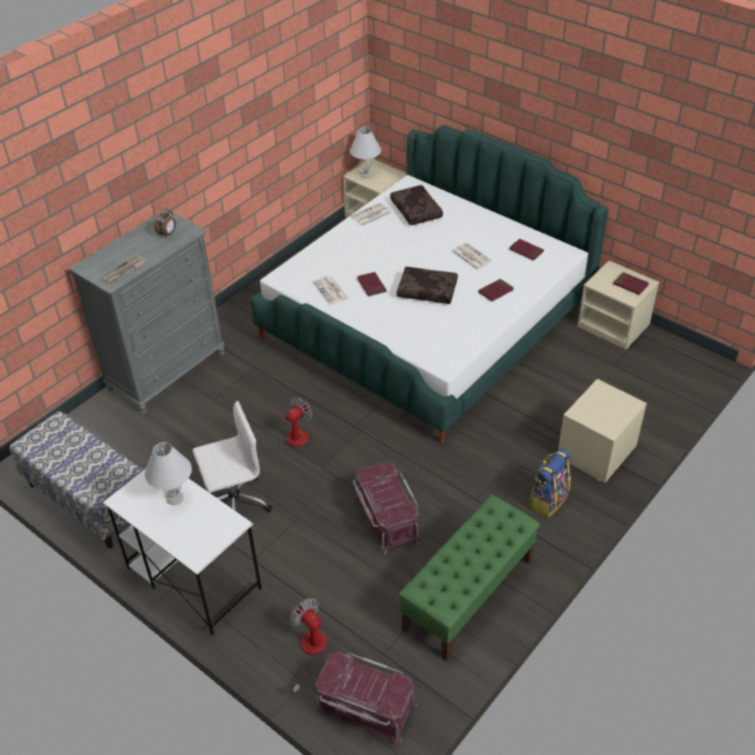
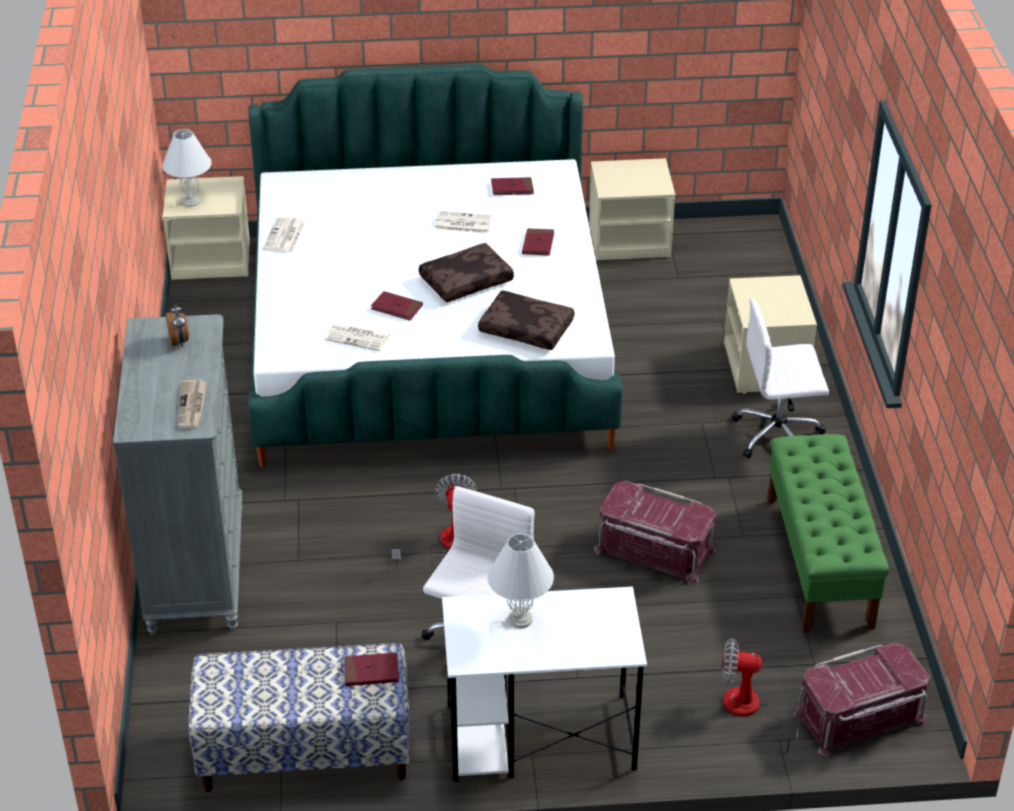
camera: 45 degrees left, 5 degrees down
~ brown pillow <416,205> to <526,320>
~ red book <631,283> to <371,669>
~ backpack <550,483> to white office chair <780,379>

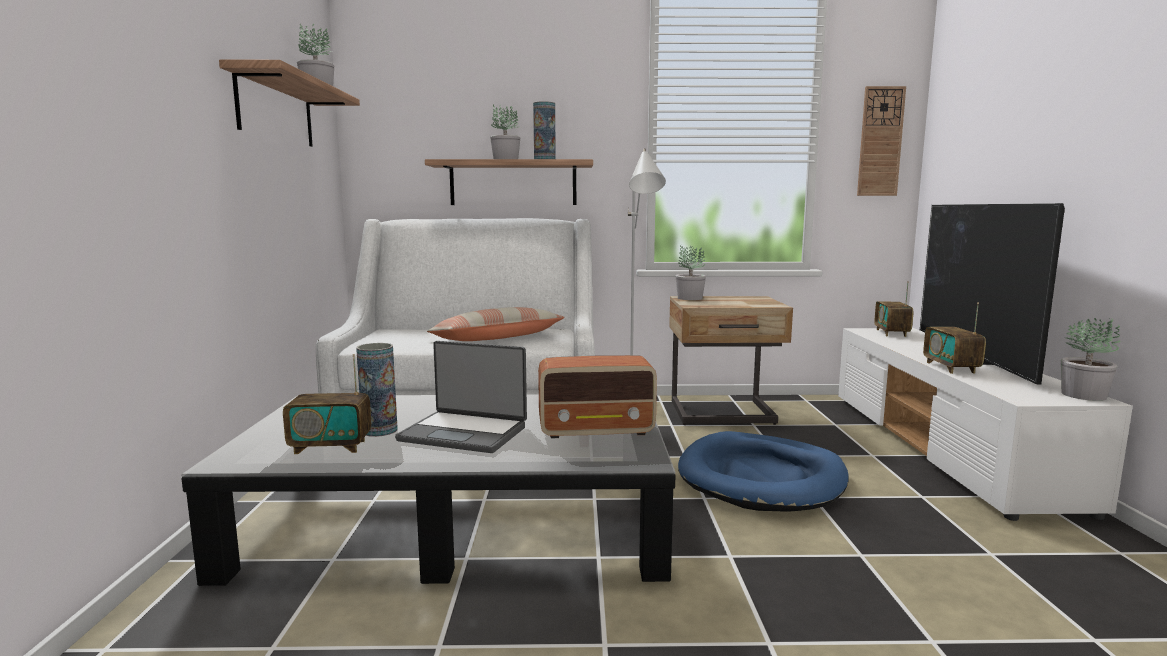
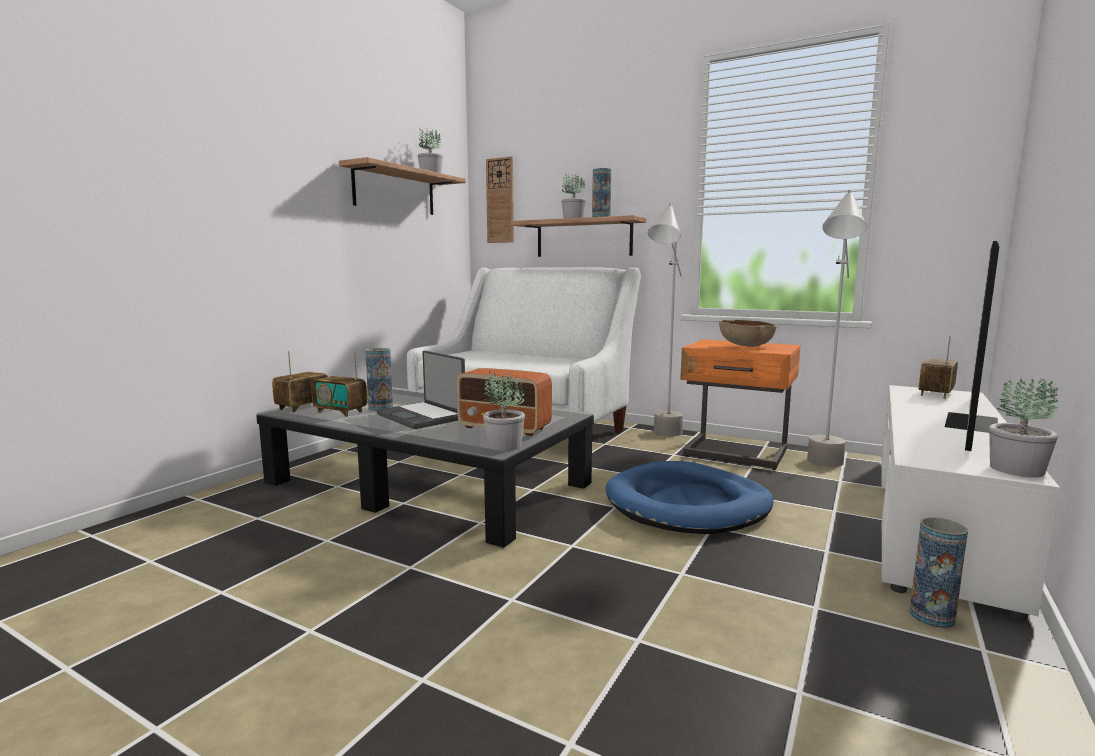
camera: 30 degrees right, 0 degrees up
- pillow <496,324>
+ brown bowl <748,333>
+ grey floor lamp <837,328>
+ vase <939,572>
~ potted plant <691,272> to <504,411>
~ wall clock <881,141> to <500,199>
~ radio <954,338> to <300,381>
~ beige nightstand <731,360> to orange nightstand <740,404>

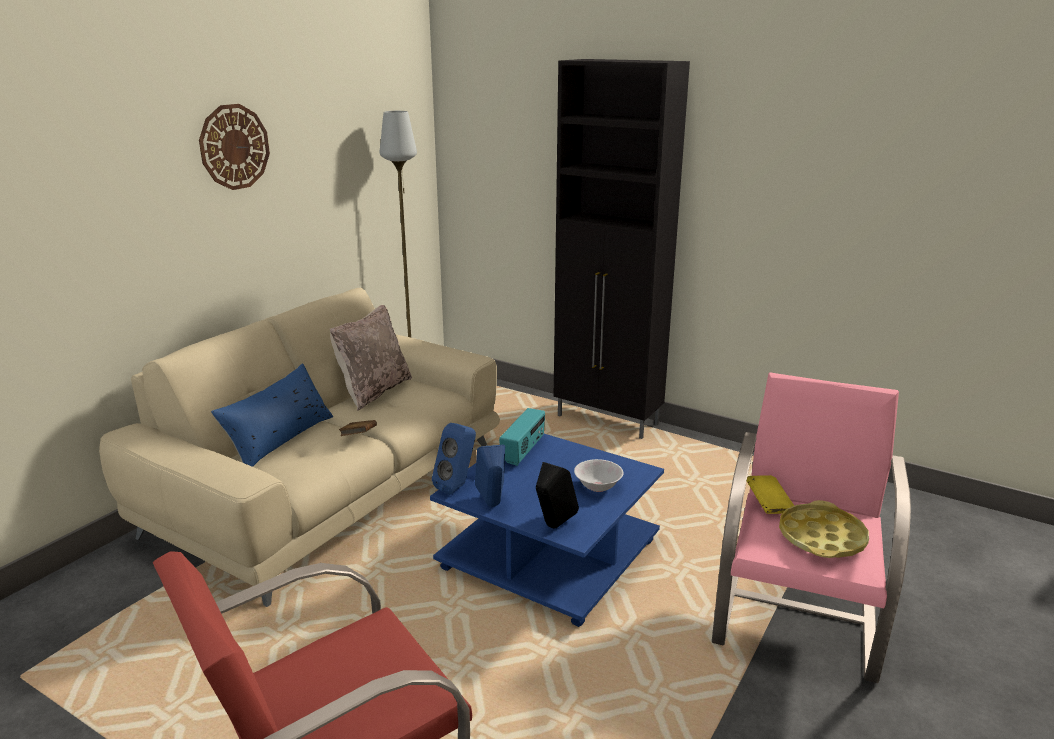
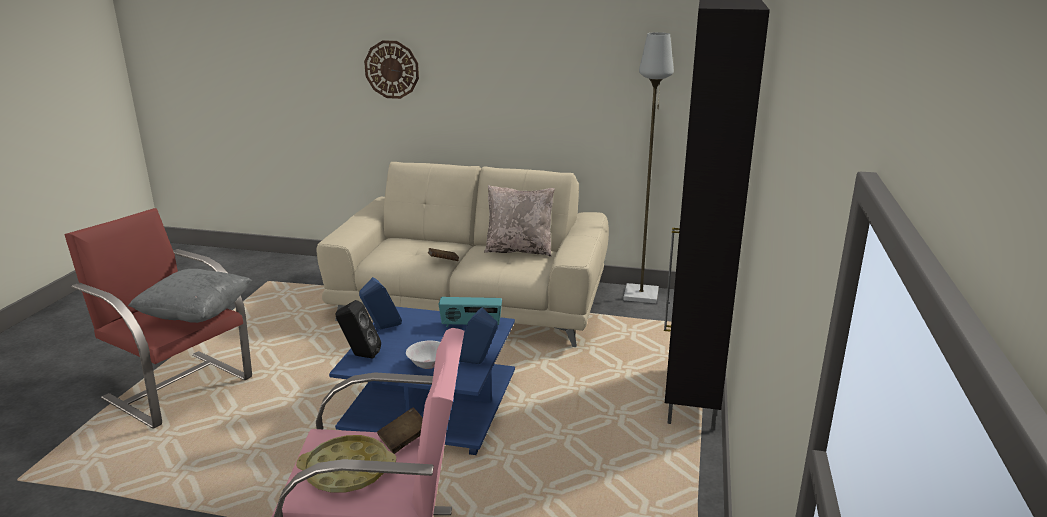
camera: 70 degrees right, 0 degrees up
- blue pillow <272,415>
+ grey pillow <190,296>
~ wall clock <234,147> to <391,69>
~ blue speaker <454,459> to <478,336>
~ yellow book <770,494> to brown book <400,431>

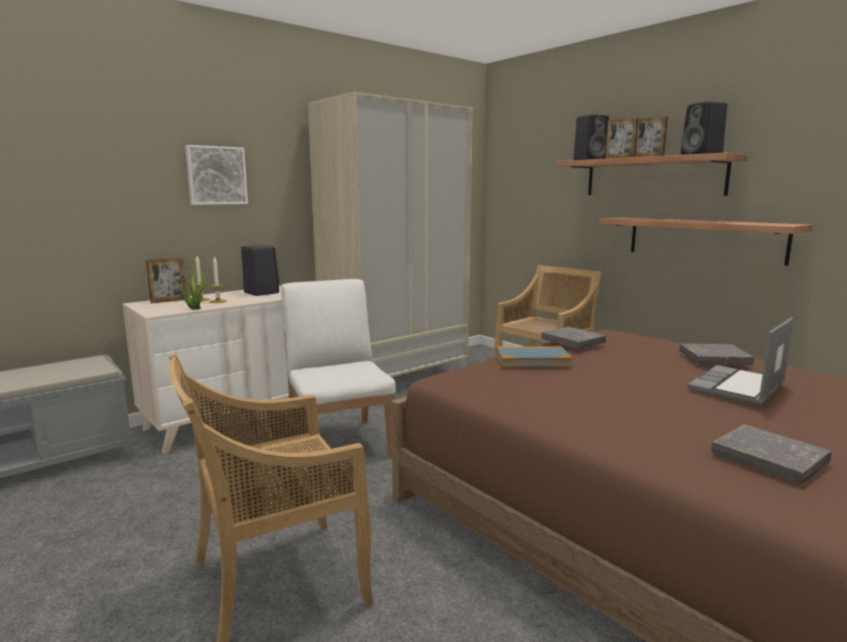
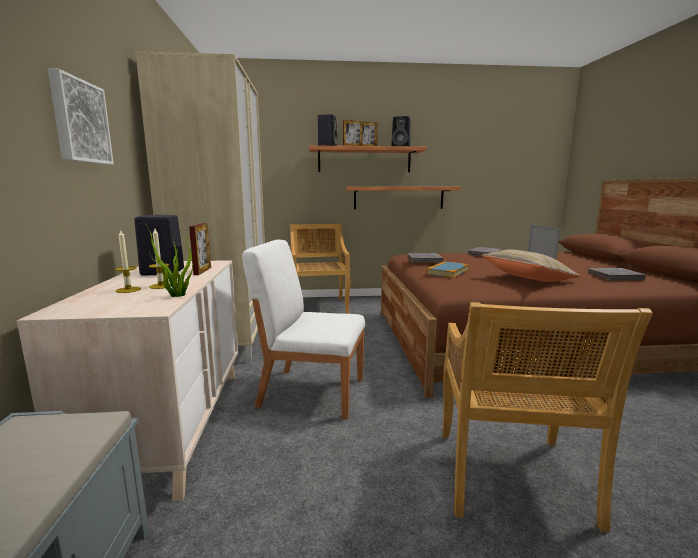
camera: 55 degrees left, 0 degrees up
+ beige pillow <531,266>
~ picture frame <166,280> to <200,249>

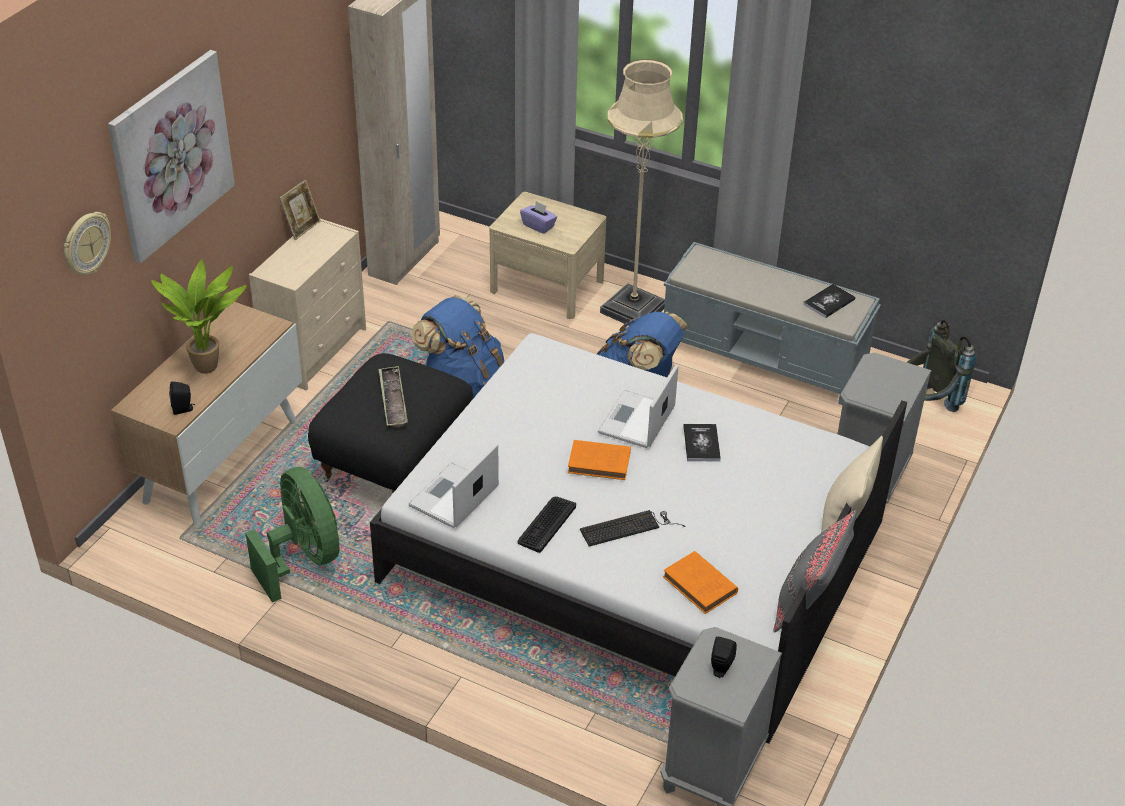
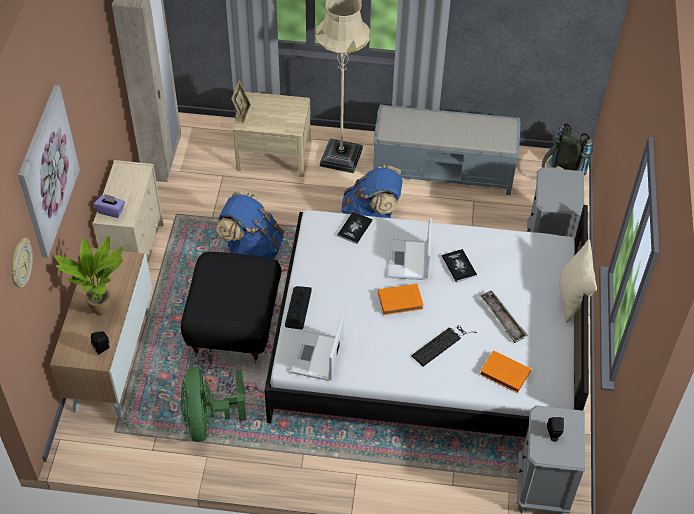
camera: 20 degrees left, 10 degrees up
- grey pillow <814,571>
~ picture frame <299,210> to <241,101>
~ tray <393,397> to <503,316>
~ keyboard <547,525> to <298,308>
~ purple tissue box <538,217> to <109,206>
~ book <829,301> to <355,228>
~ green fan <292,534> = <213,404> 135 degrees counterclockwise

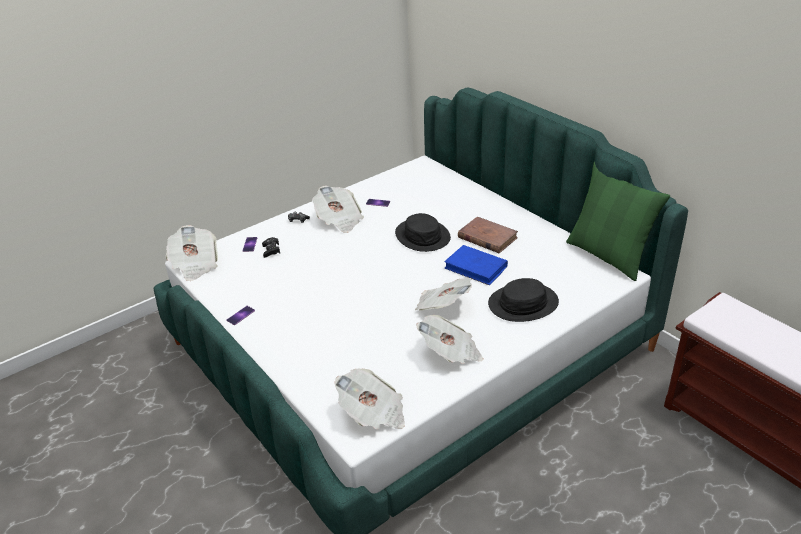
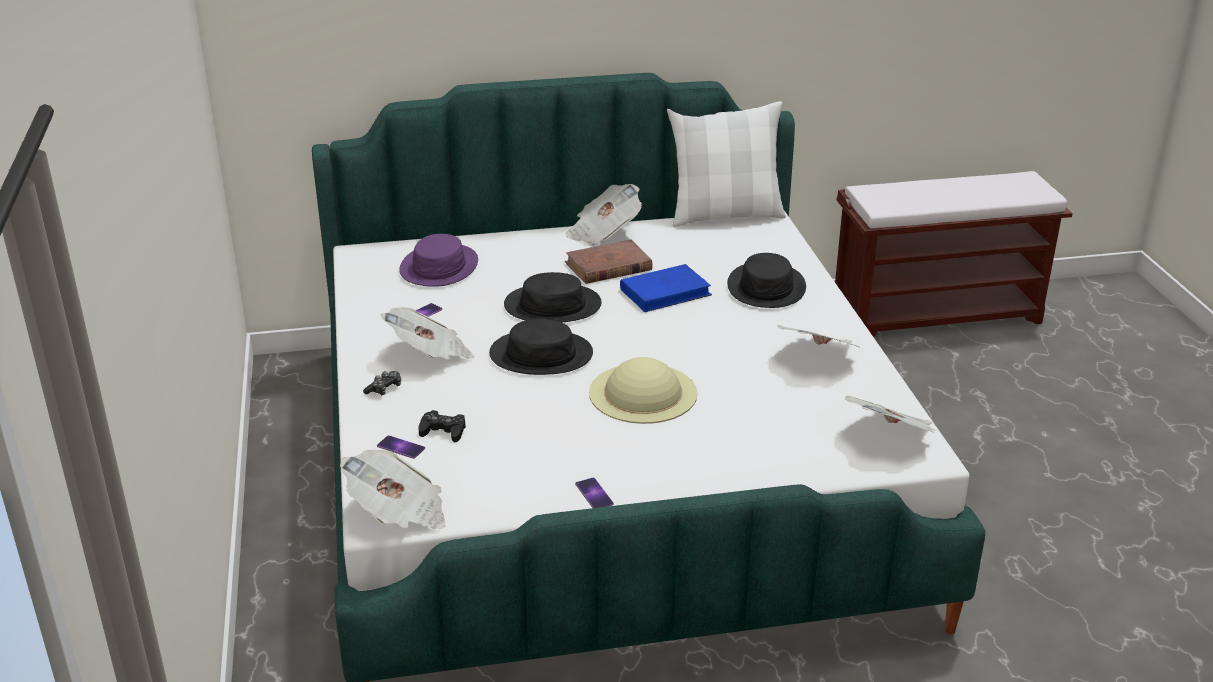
camera: 65 degrees left, 5 degrees down
+ purple hat <438,260>
+ black hat <541,347>
+ beige hat <643,390>
~ newspaper <443,294> to <604,214>
~ green pillow <618,221> to white pillow <726,164>

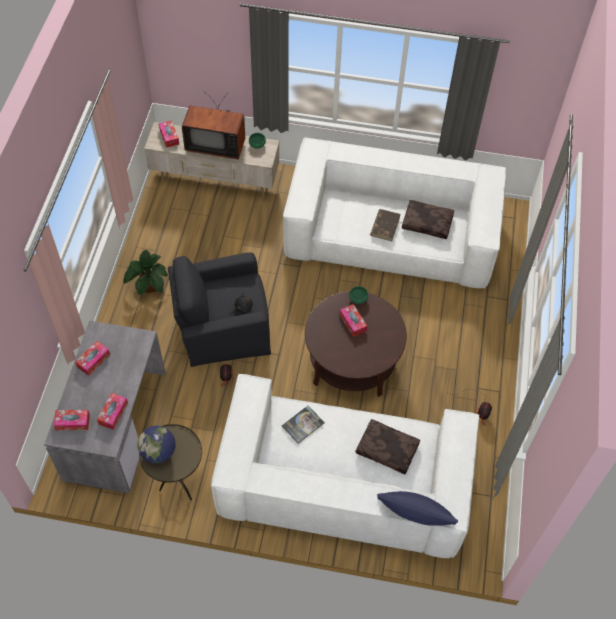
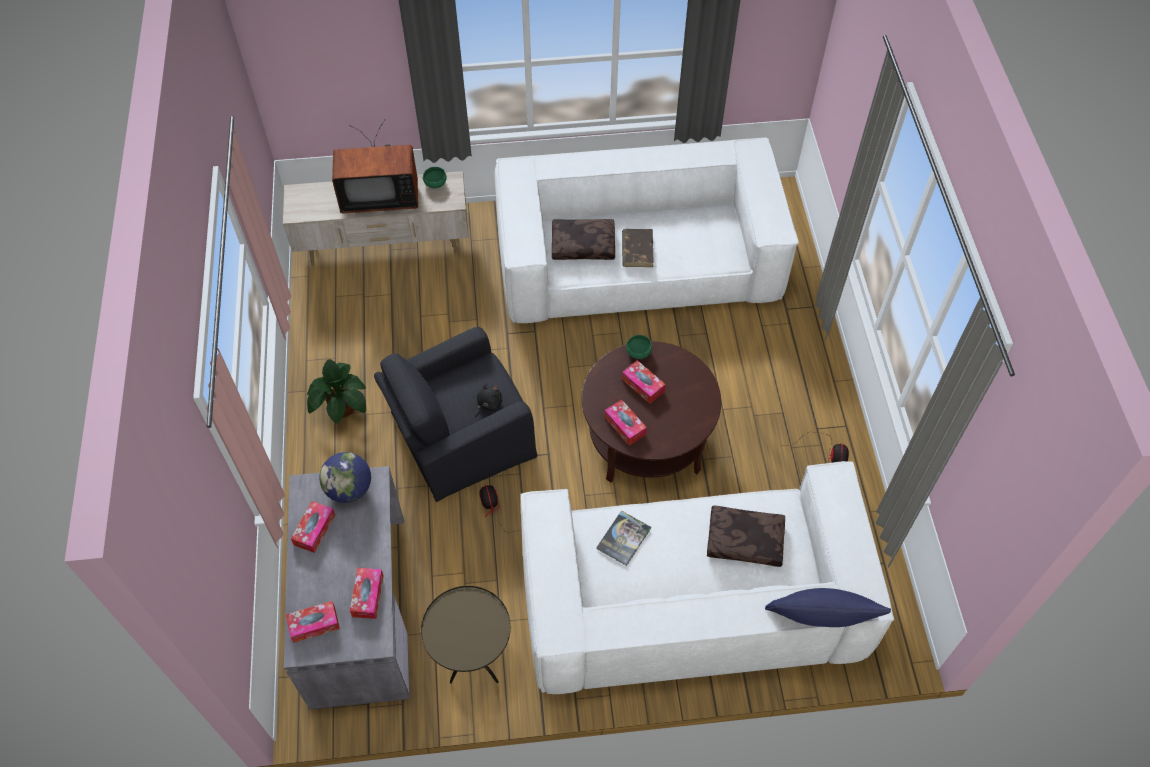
camera: 15 degrees left, 0 degrees up
~ globe <156,445> to <345,477>
~ tissue box <169,134> to <626,422>
~ brown pillow <428,219> to <583,239>

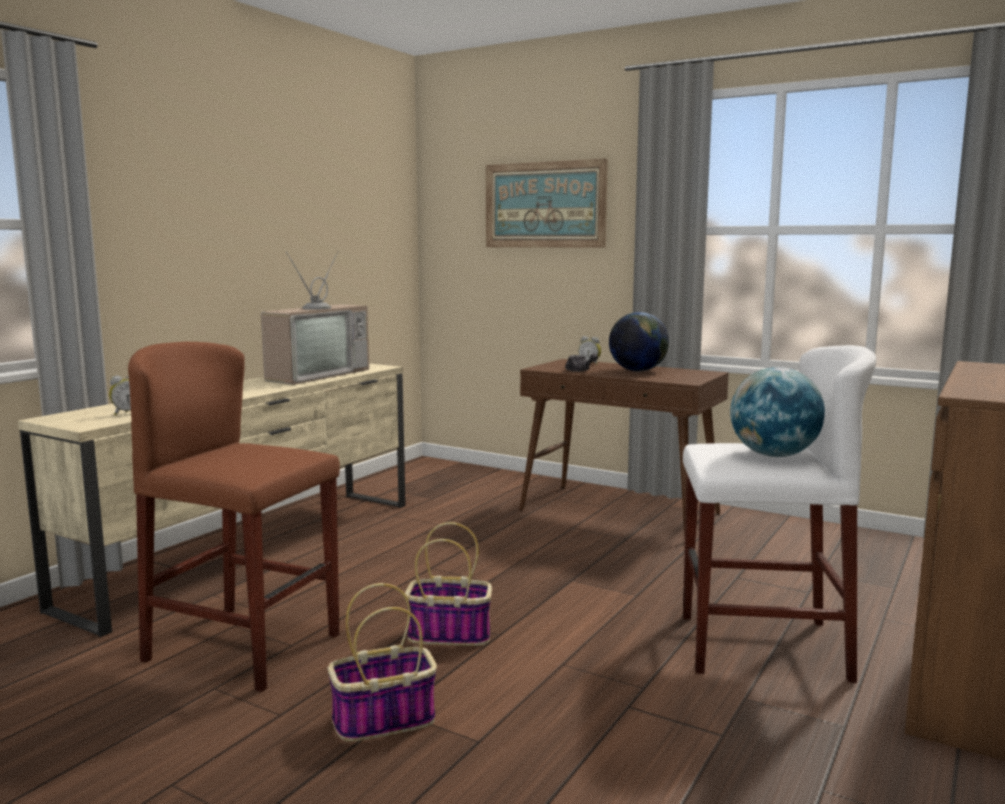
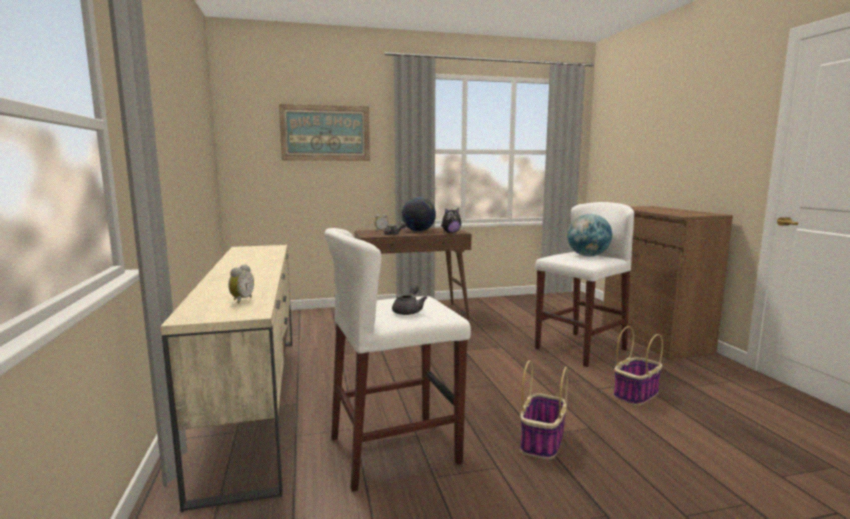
camera: 45 degrees left, 0 degrees up
- television <315,318>
+ grey teapot <409,299>
+ plush toy <451,220>
~ basket <448,584> to <638,366>
~ brown stool <234,517> to white stool <397,360>

